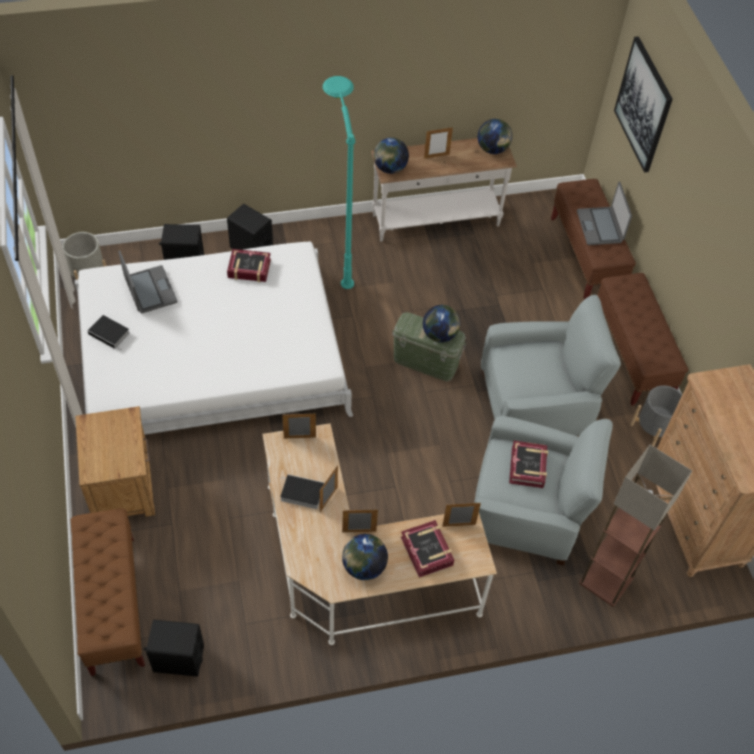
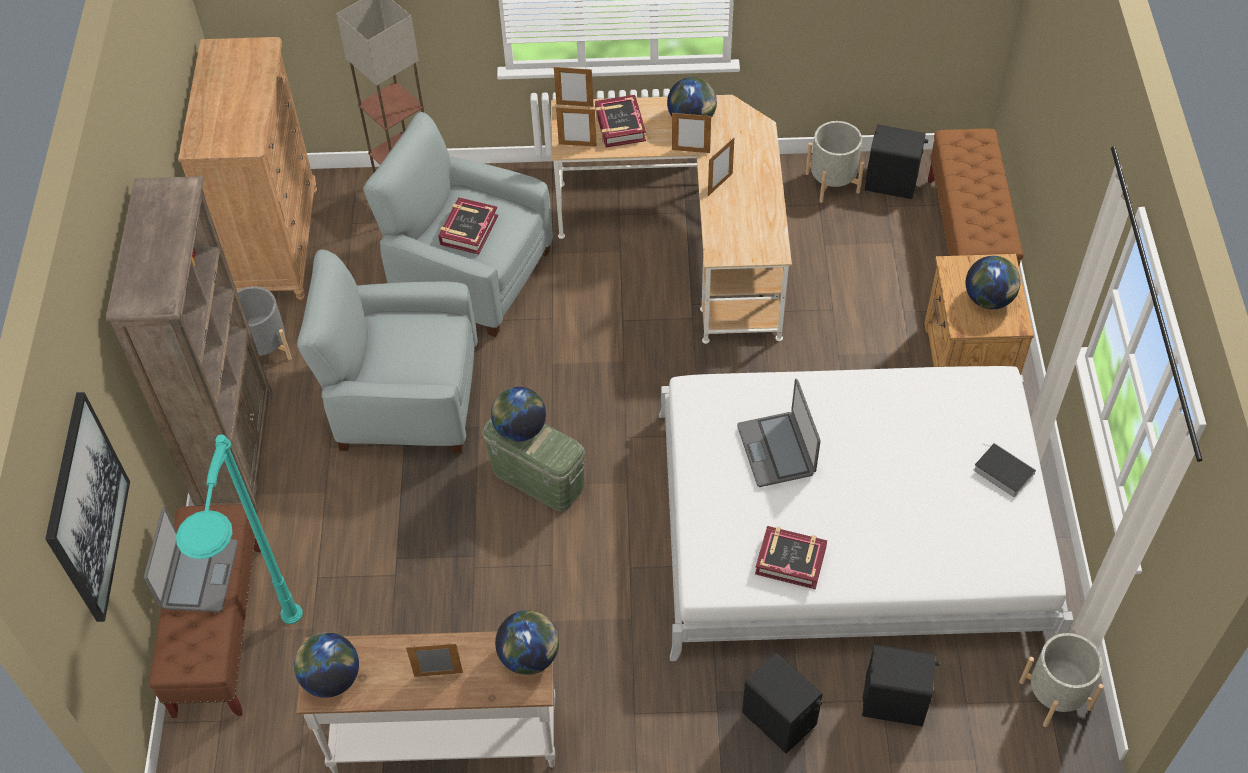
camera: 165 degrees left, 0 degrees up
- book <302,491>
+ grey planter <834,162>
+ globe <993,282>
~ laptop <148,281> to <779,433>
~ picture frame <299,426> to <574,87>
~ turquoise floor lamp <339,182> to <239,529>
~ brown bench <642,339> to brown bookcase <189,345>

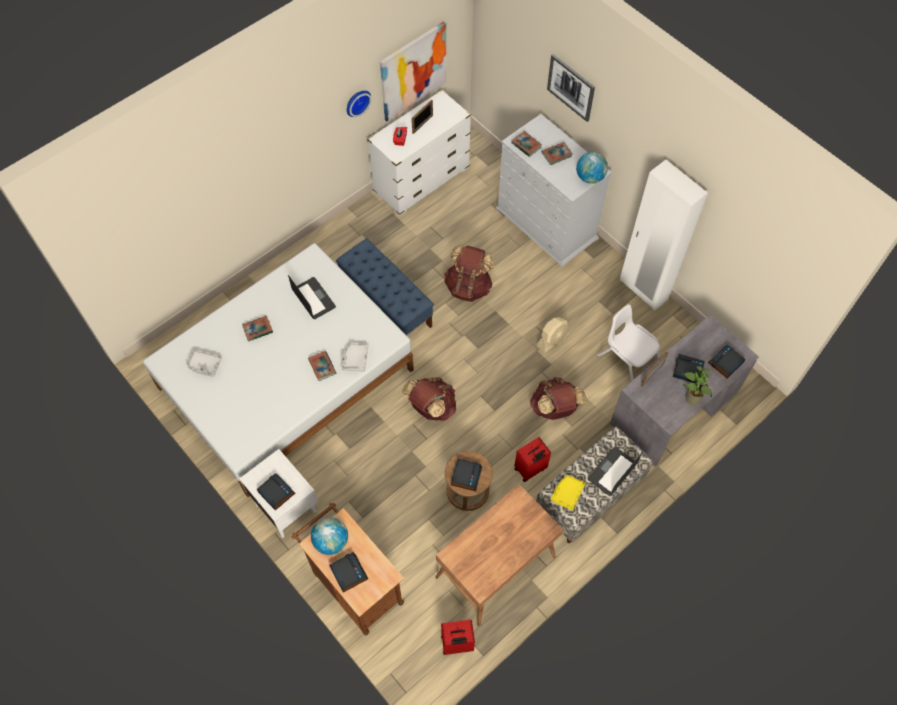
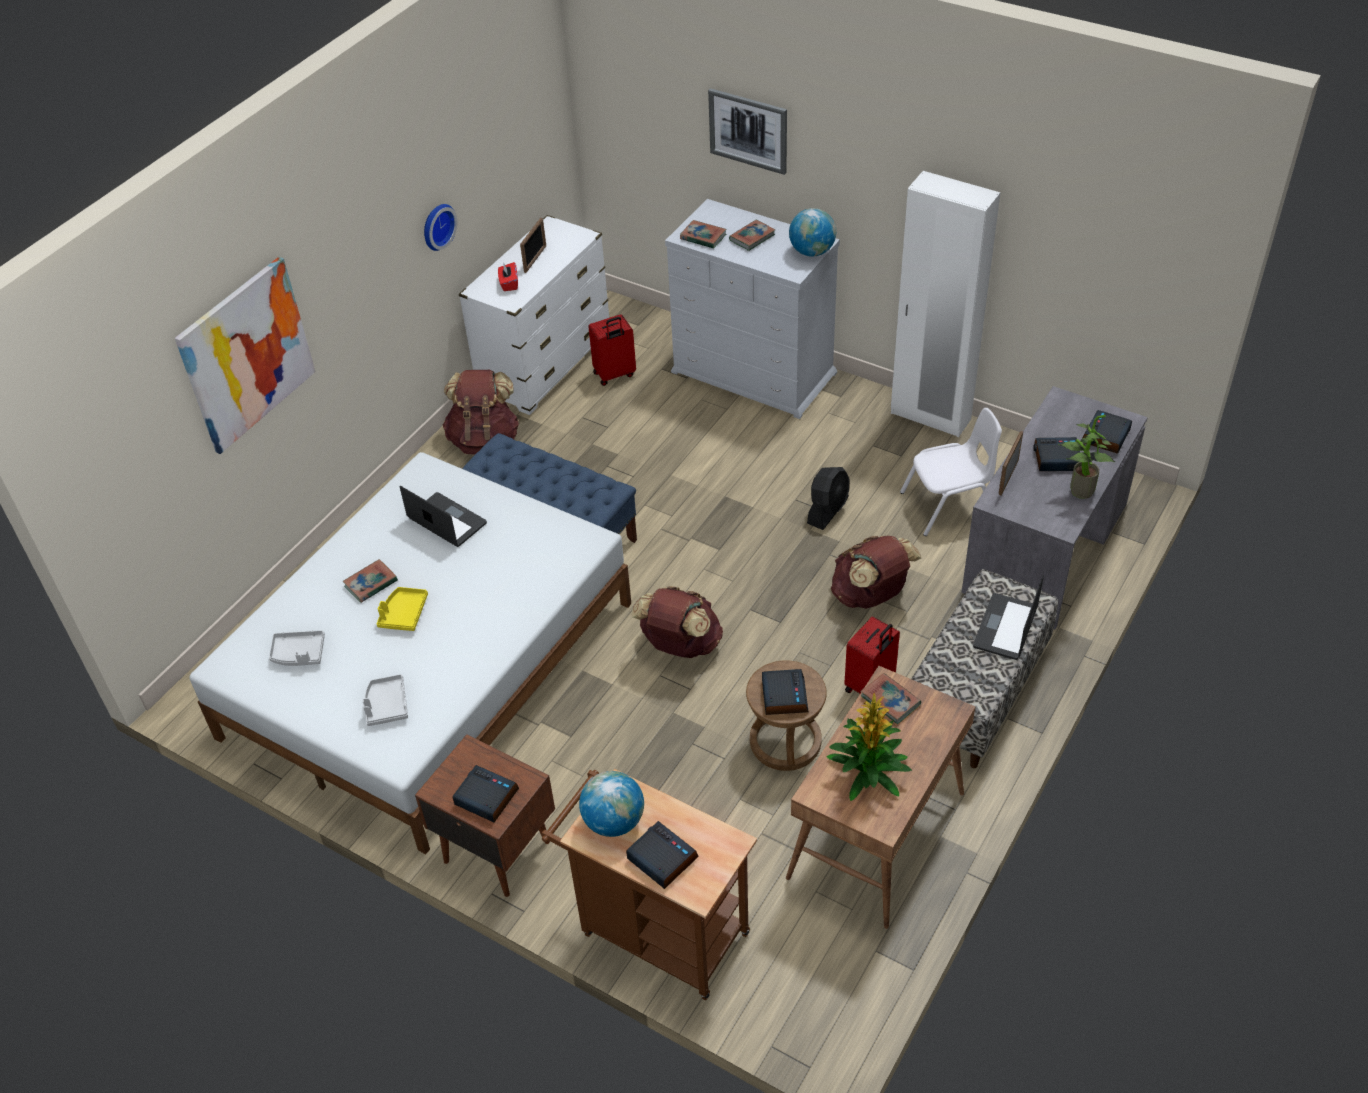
camera: 15 degrees left, 15 degrees down
+ potted plant <869,746>
~ book <322,366> to <891,698>
~ grey tray <355,357> to <385,700>
~ picture <413,71> to <245,355>
~ red suitcase <458,637> to <612,350>
~ brown backpack <469,273> to <481,412>
~ yellow tray <568,493> to <402,609>
~ white nightstand <279,493> to brown nightstand <485,815>
~ beige fan <553,335> to black fan <828,498>
~ white chair <628,342> = <951,472> 135 degrees clockwise

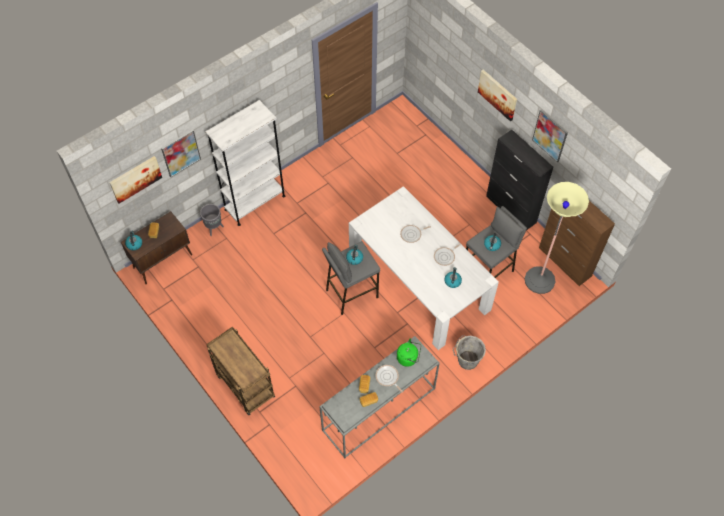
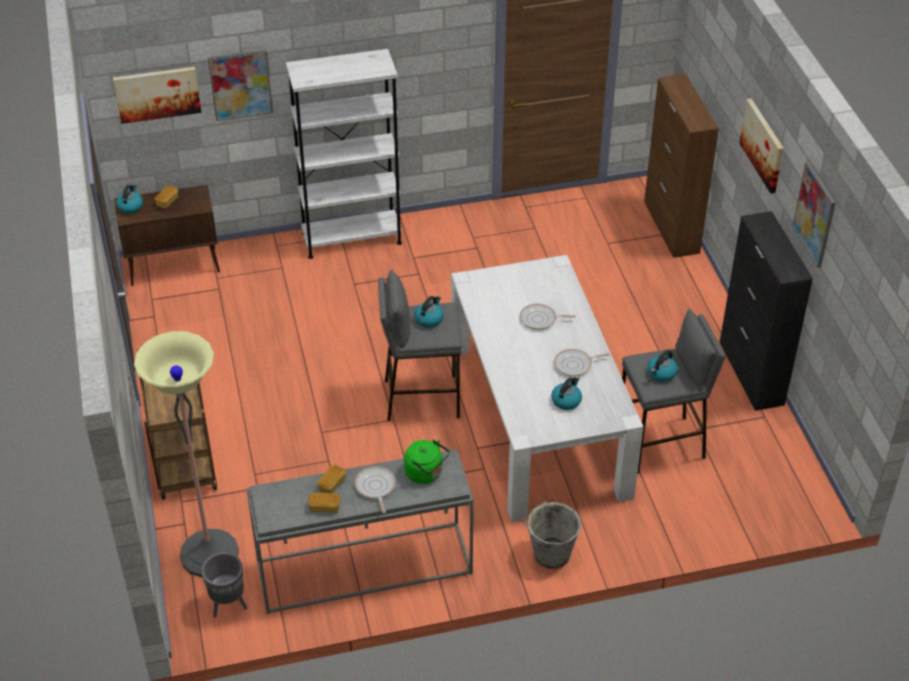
camera: 25 degrees right, 15 degrees down
~ grey planter <212,220> to <224,585>
~ floor lamp <556,238> to <186,454>
~ brown cabinet <577,243> to <681,166>

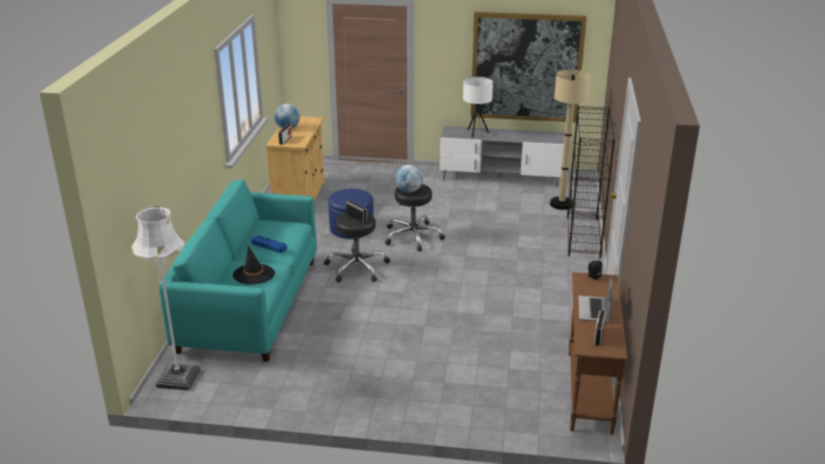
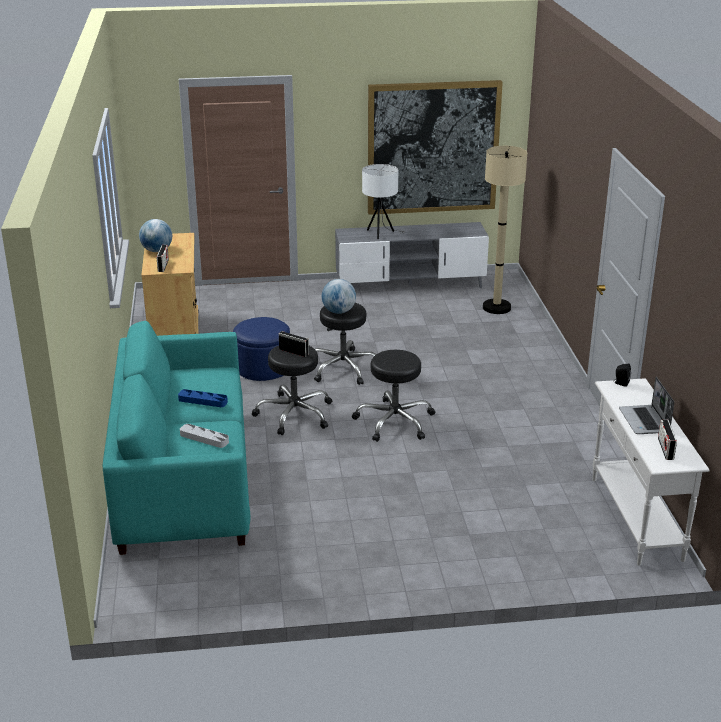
camera: 15 degrees left, 0 degrees up
- white floor lamp <166,299>
- black bookcase <591,182>
+ black stool <393,396>
~ black hat <254,265> to grey tray <204,436>
~ brown console table <598,353> to white console table <651,472>

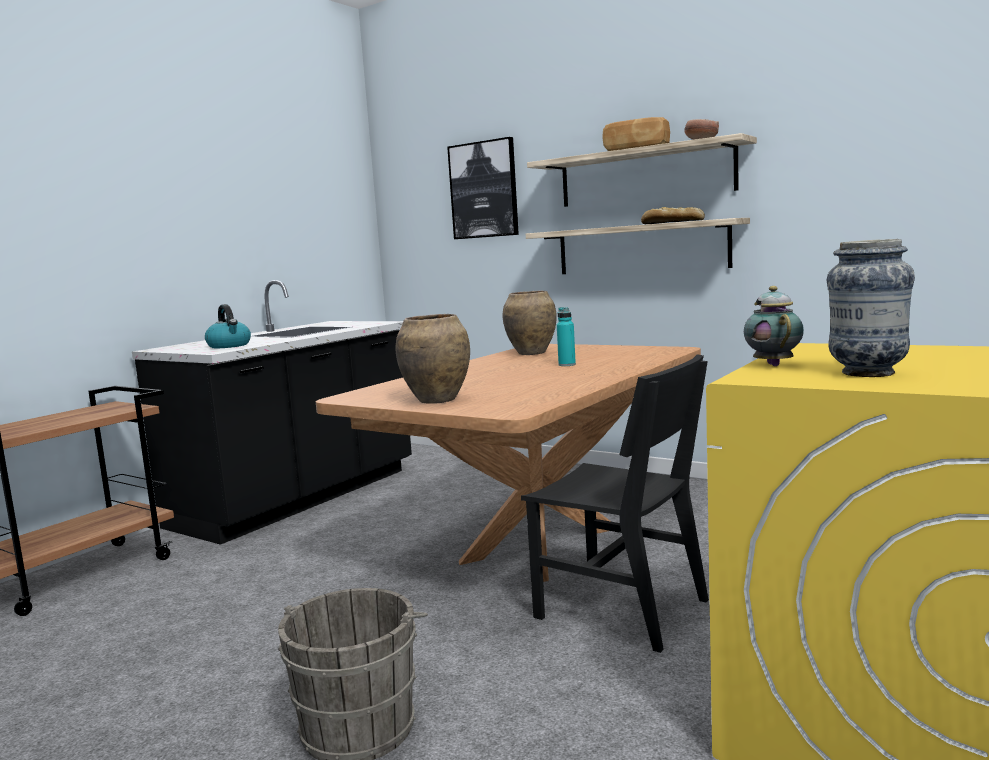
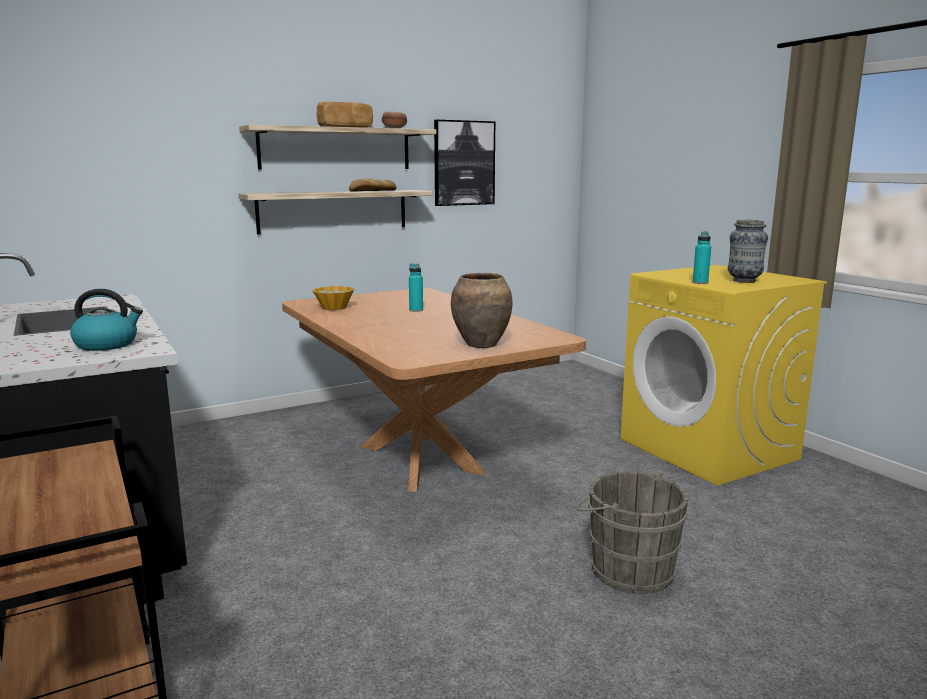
camera: 65 degrees left, 5 degrees up
- black chair <615,503>
~ picture <483,188> to <464,163>
~ brown vase <530,323> to bowl <333,298>
~ teapot <774,326> to turquoise bottle <702,257>

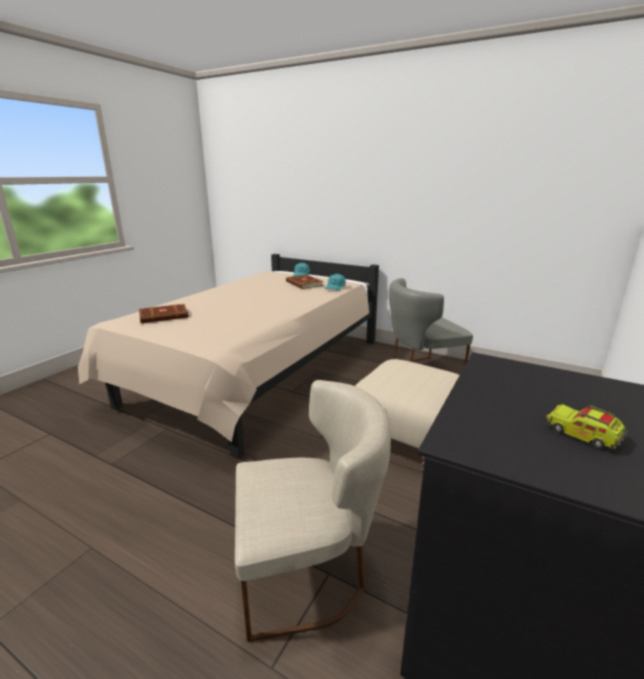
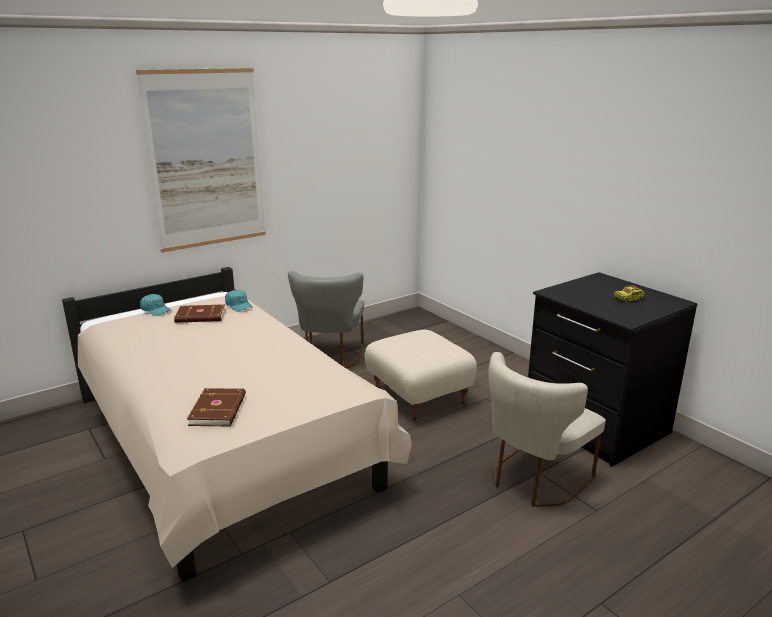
camera: 65 degrees left, 0 degrees up
+ picture <201,160>
~ beige chair <313,511> = <547,429> 150 degrees counterclockwise

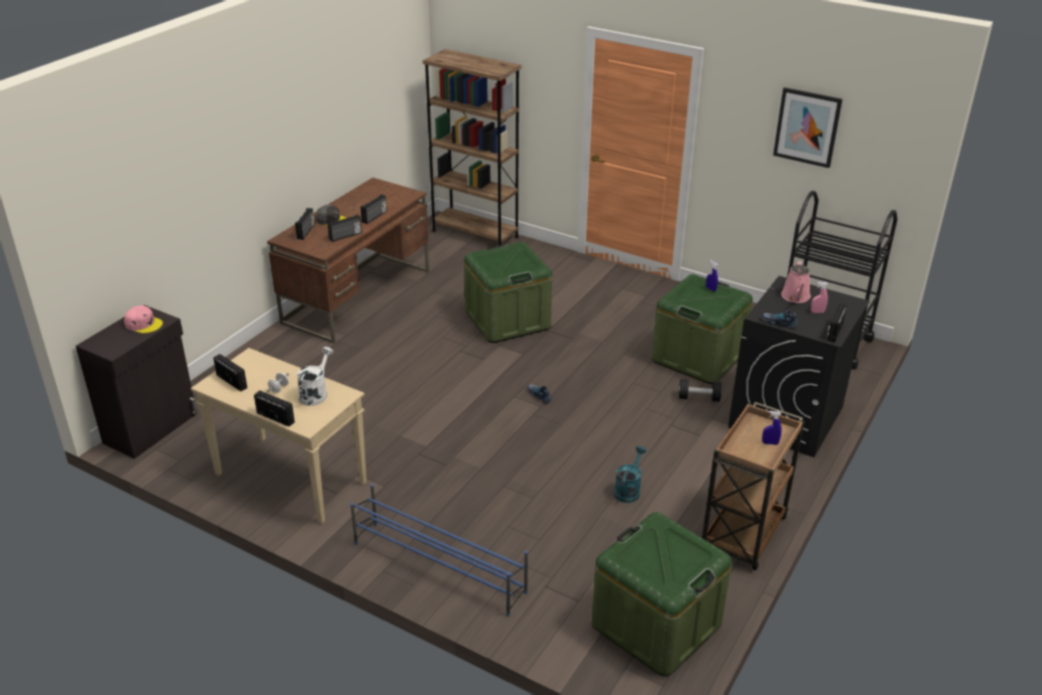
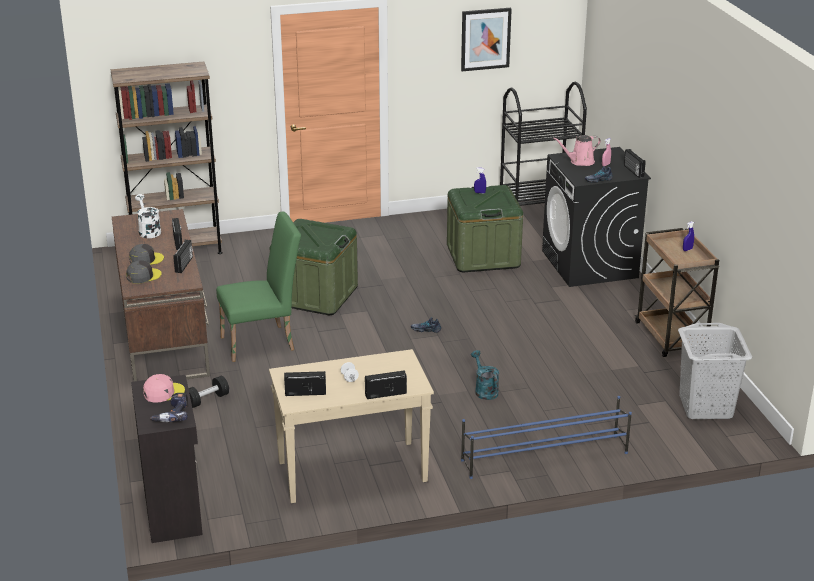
camera: 45 degrees left, 5 degrees down
+ power drill <169,407>
+ green chair <258,286>
~ white watering can <315,376> to <148,216>
~ turquoise watering can <630,474> to <485,375>
~ black dumbbell <700,390> to <209,392>
~ radio <304,224> to grey cap <144,272>
~ green storage box <662,594> to grey laundry basket <715,371>
~ pink watering can <796,282> = <577,150> 105 degrees clockwise

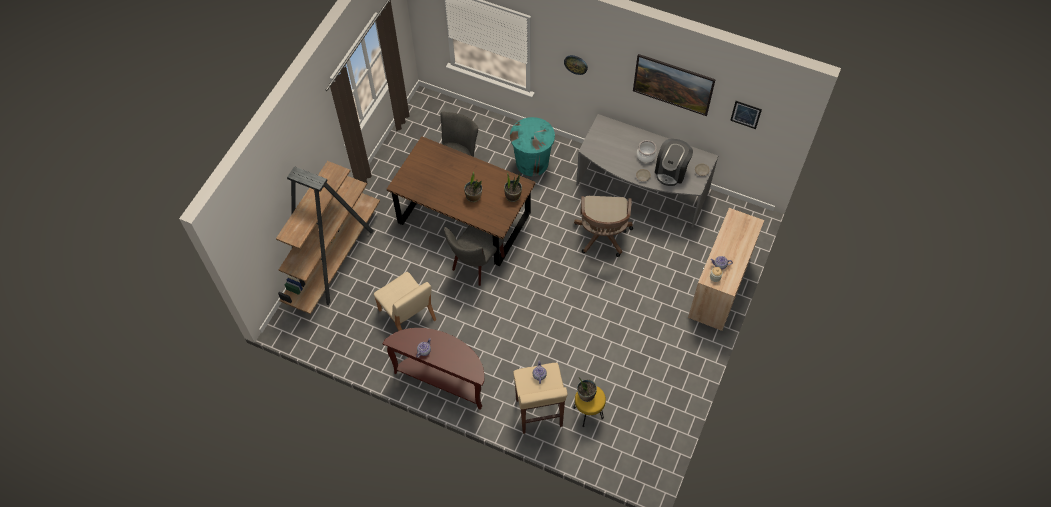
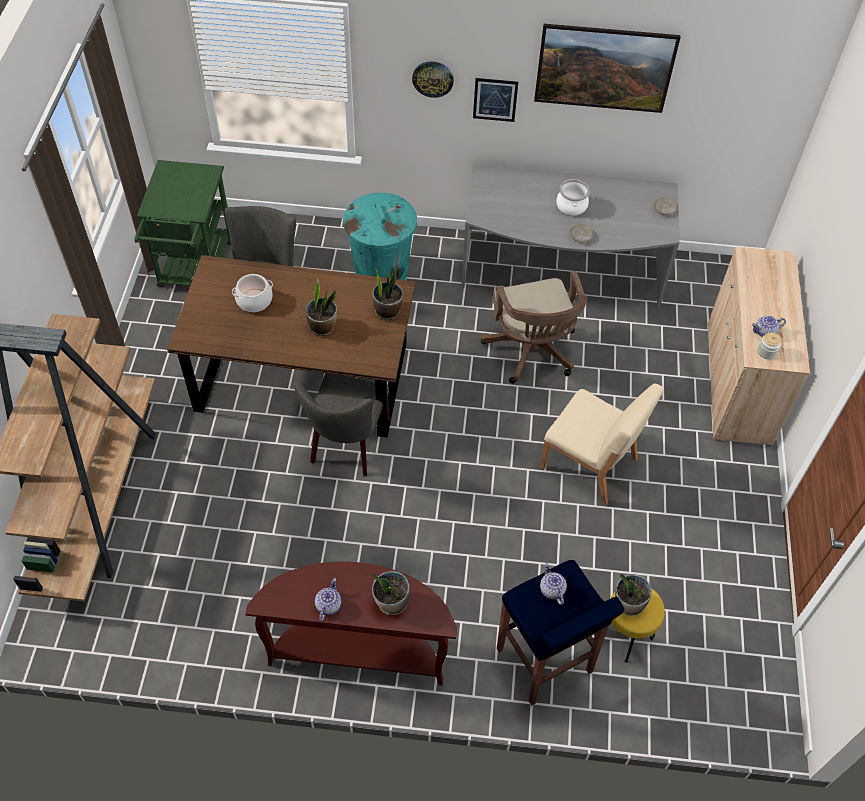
camera: 20 degrees left, 5 degrees down
- coffee machine <674,162>
+ green cart <183,223>
+ cooking pot <252,293>
+ potted plant <390,593>
~ beige chair <405,301> to <602,445>
~ picture <746,115> to <495,100>
~ beige stool <540,398> to blue stool <560,633>

